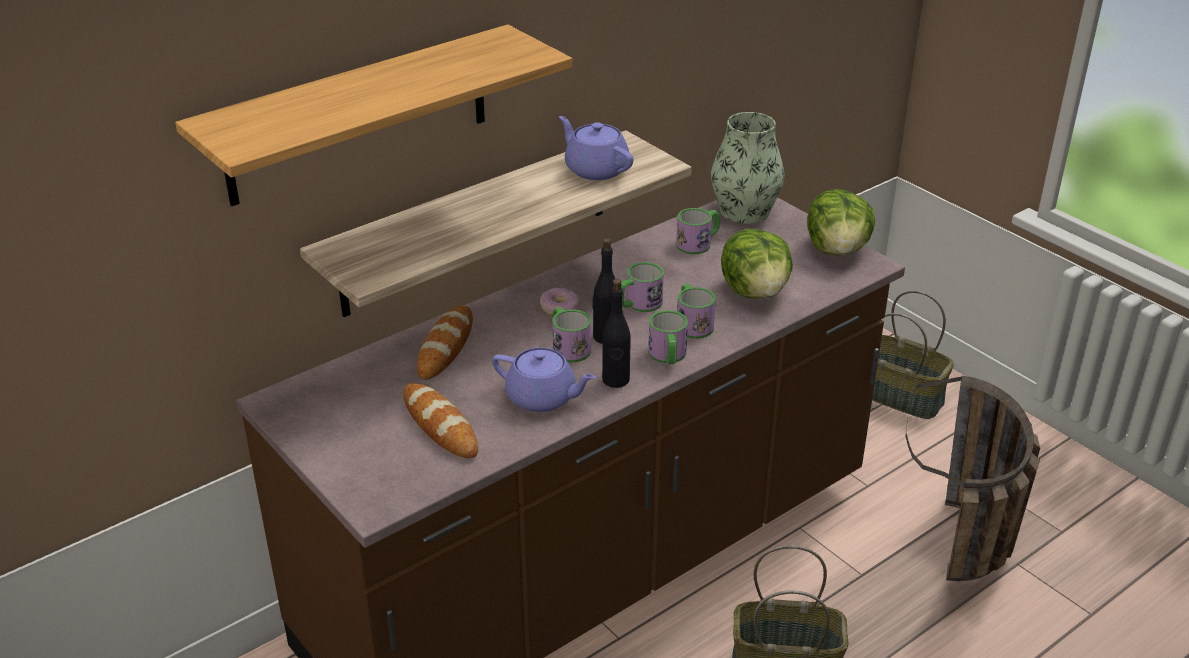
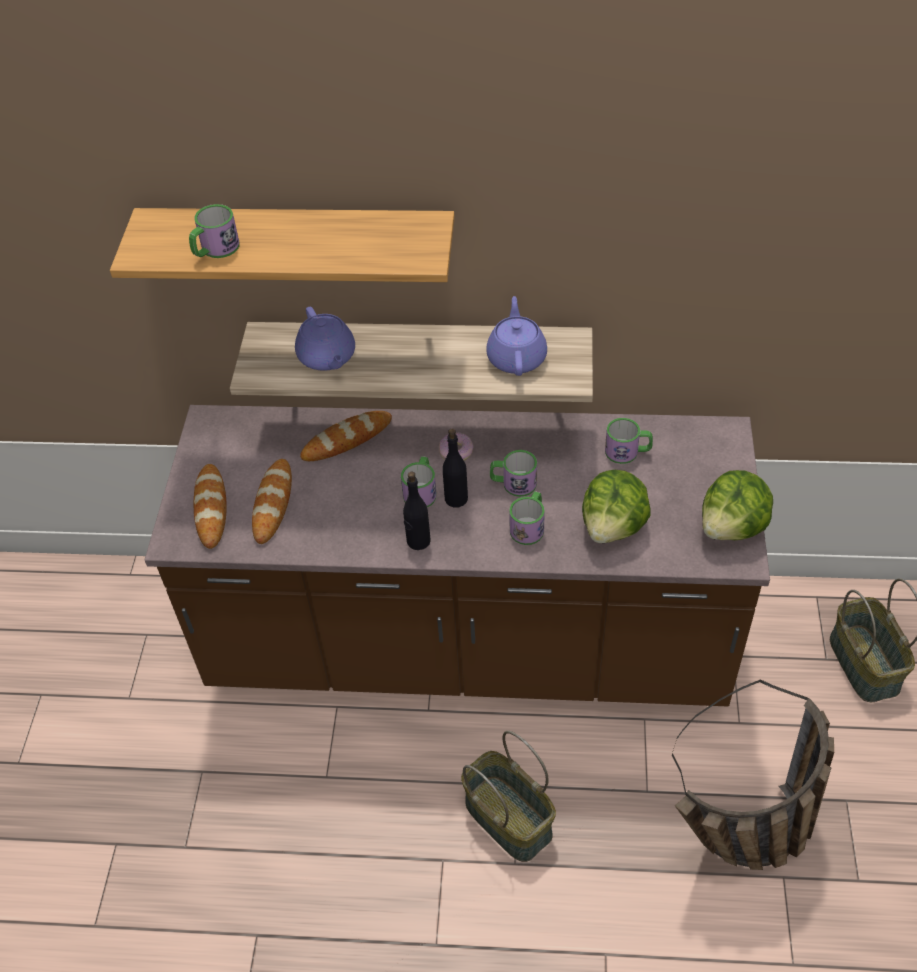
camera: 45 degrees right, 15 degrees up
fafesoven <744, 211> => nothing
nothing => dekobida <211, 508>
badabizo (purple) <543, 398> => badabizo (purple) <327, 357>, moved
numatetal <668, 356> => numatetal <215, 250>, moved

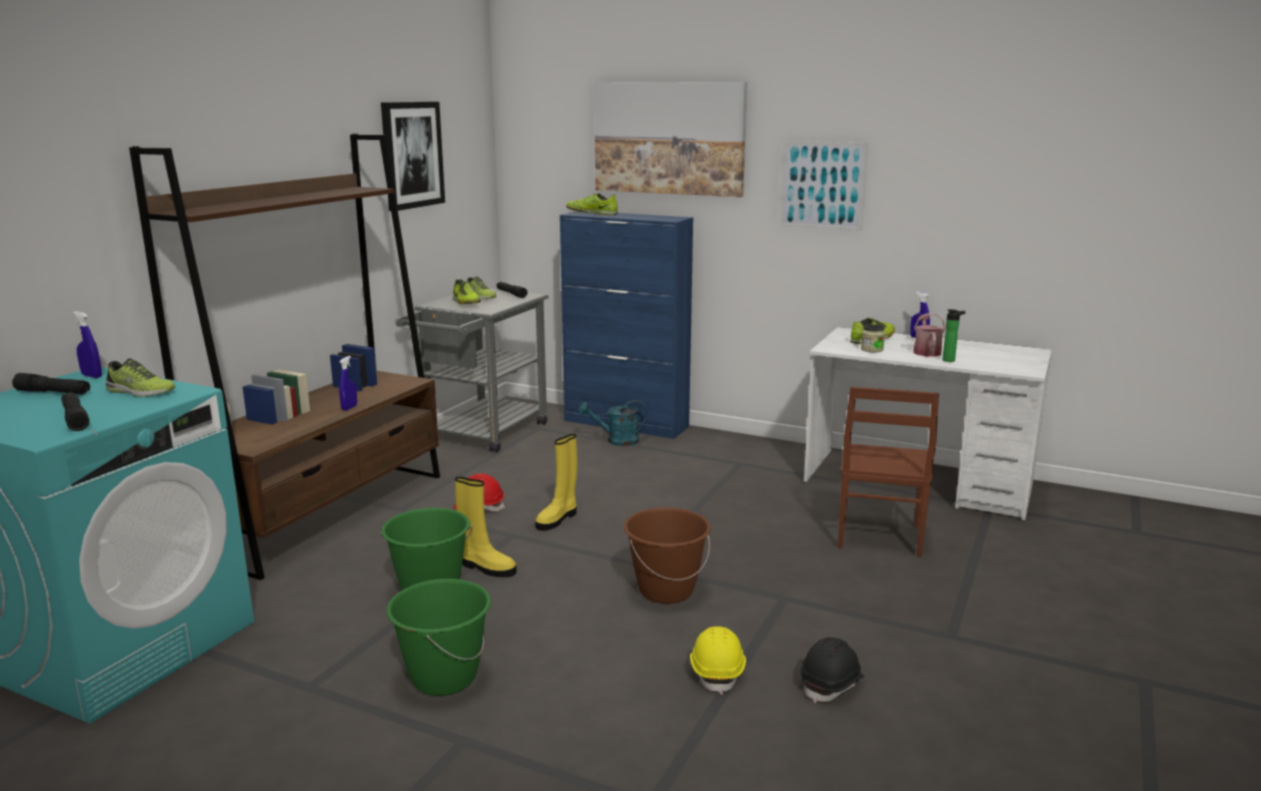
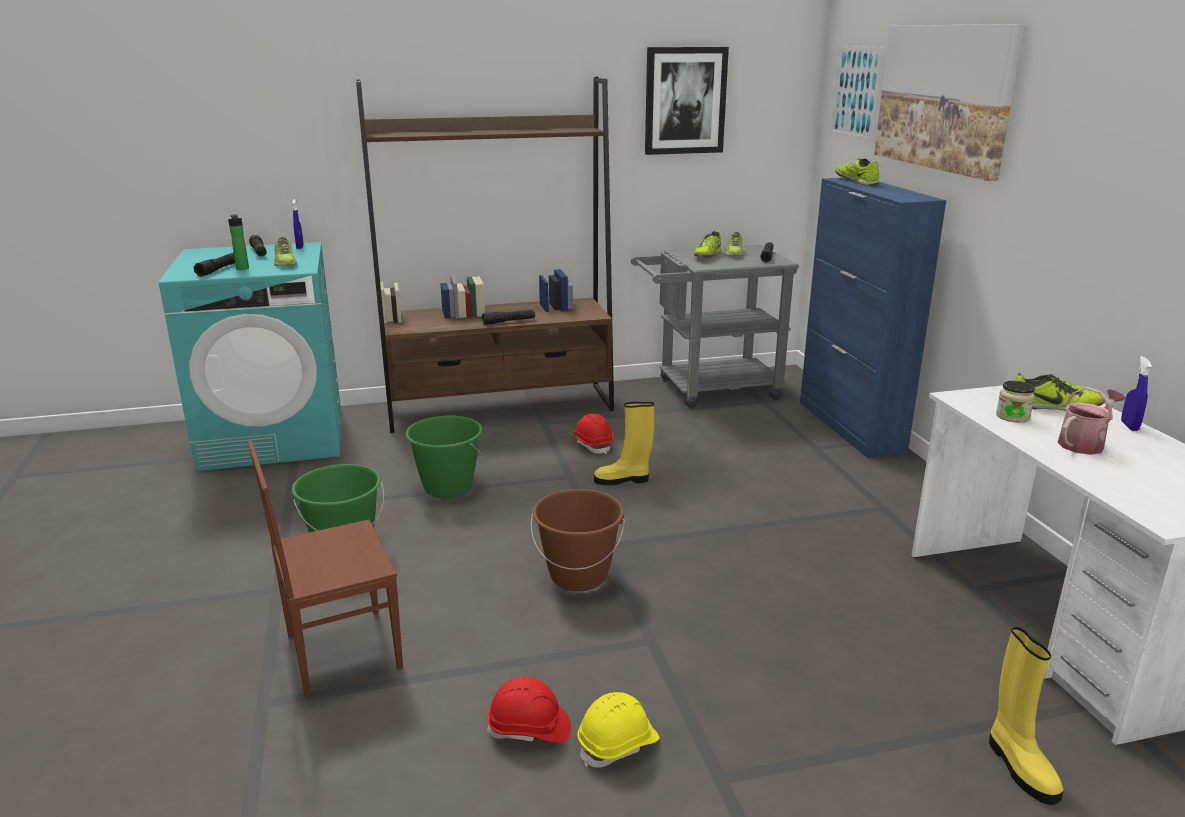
camera: 50 degrees right, 5 degrees up
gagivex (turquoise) <616, 441> => nothing
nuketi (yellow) <486, 568> => nuketi (yellow) <1019, 767>, moved
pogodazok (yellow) <717, 672> => pogodazok (yellow) <618, 744>, moved
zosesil <822, 185> => zosesil <856, 92>, moved
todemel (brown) <877, 537> => todemel (brown) <340, 650>, moved
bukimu <950, 360> => bukimu <242, 269>, moved
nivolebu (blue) <349, 408> => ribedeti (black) <508, 321>
pogodazok (black) <832, 684> => pogodazok (red) <529, 729>

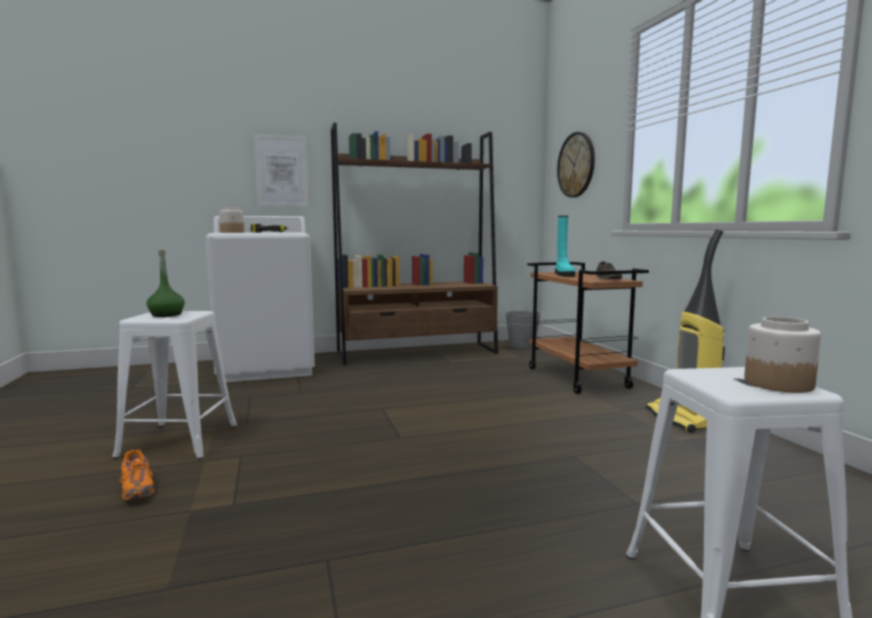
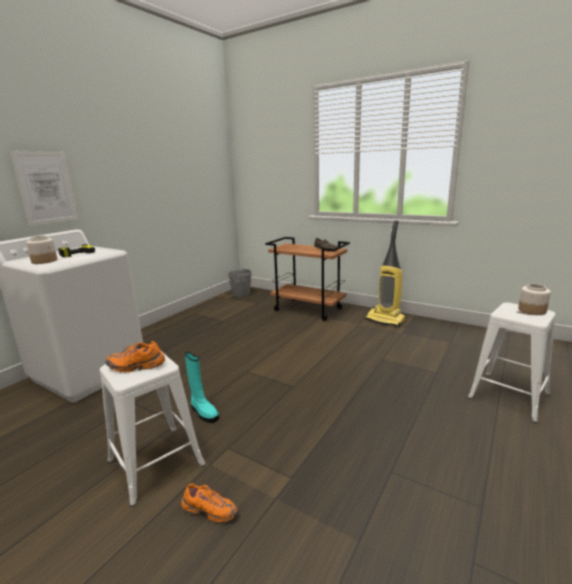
camera: 40 degrees left, 10 degrees up
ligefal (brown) <418, 353> => nothing
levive <576, 165> => nothing
nuketi (turquoise) <563, 275> => nuketi (turquoise) <203, 412>, moved
bukimu (green) <166, 315> => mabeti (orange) <136, 366>

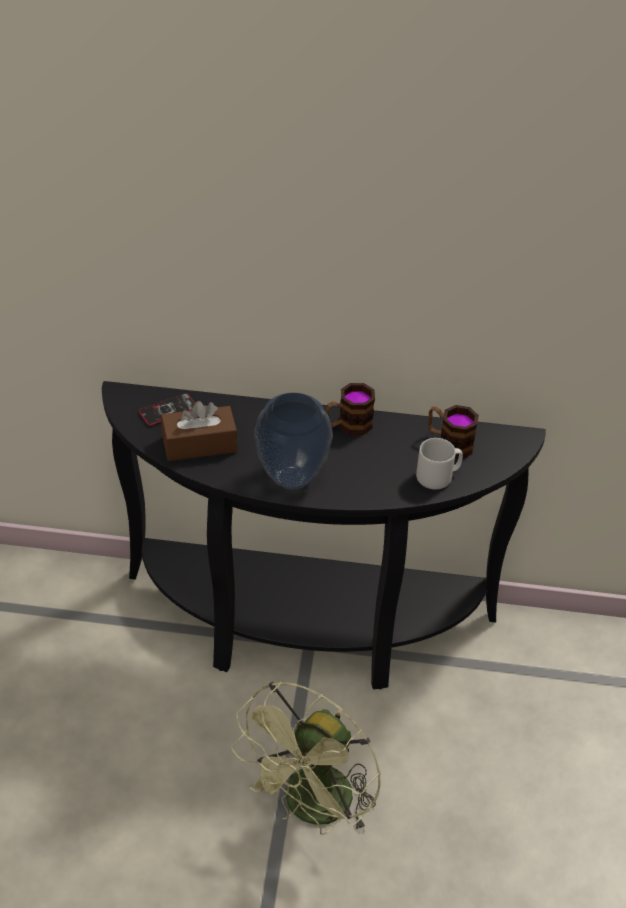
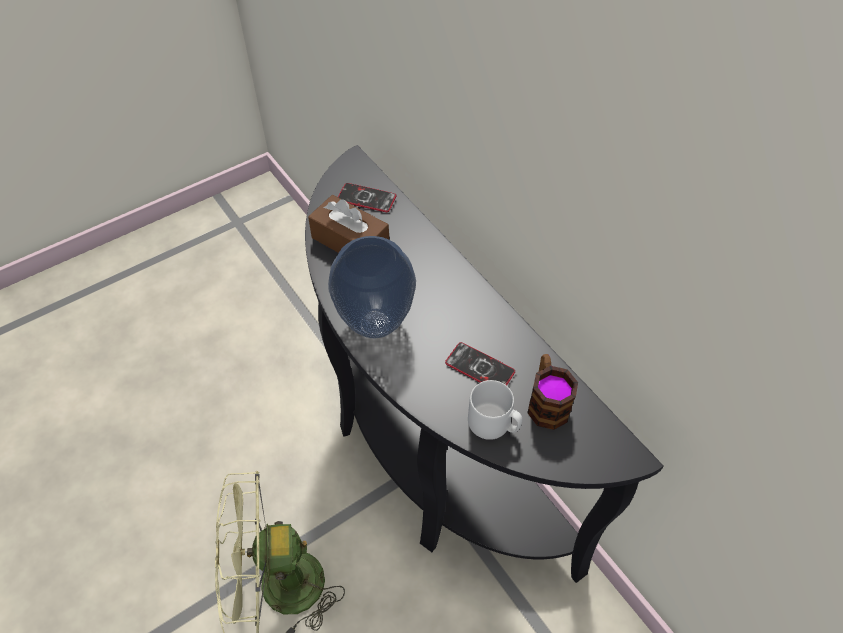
camera: 50 degrees right, 10 degrees up
numatetal <348, 425> => nothing
nothing => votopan <479, 368>

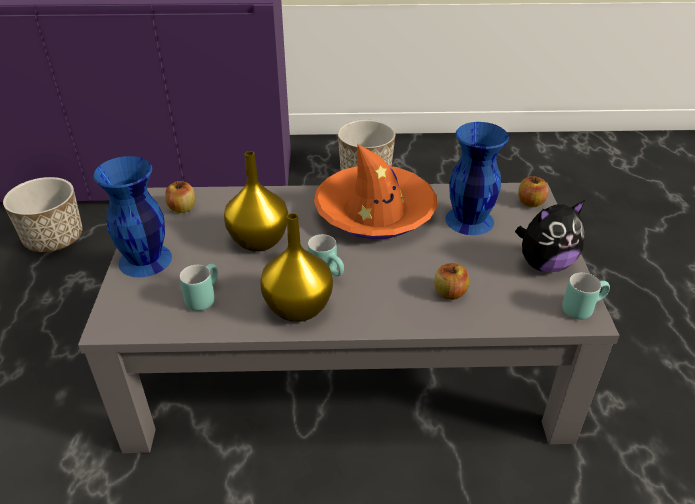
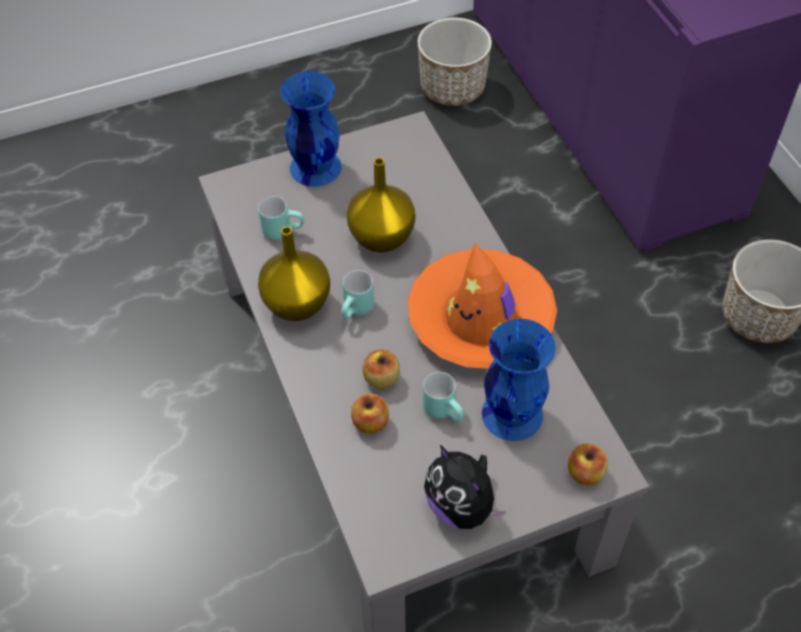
camera: 70 degrees right, 15 degrees up
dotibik <182, 208> => dotibik <381, 379>, moved
numatetal (turquoise) <581, 307> => numatetal (turquoise) <445, 410>, moved

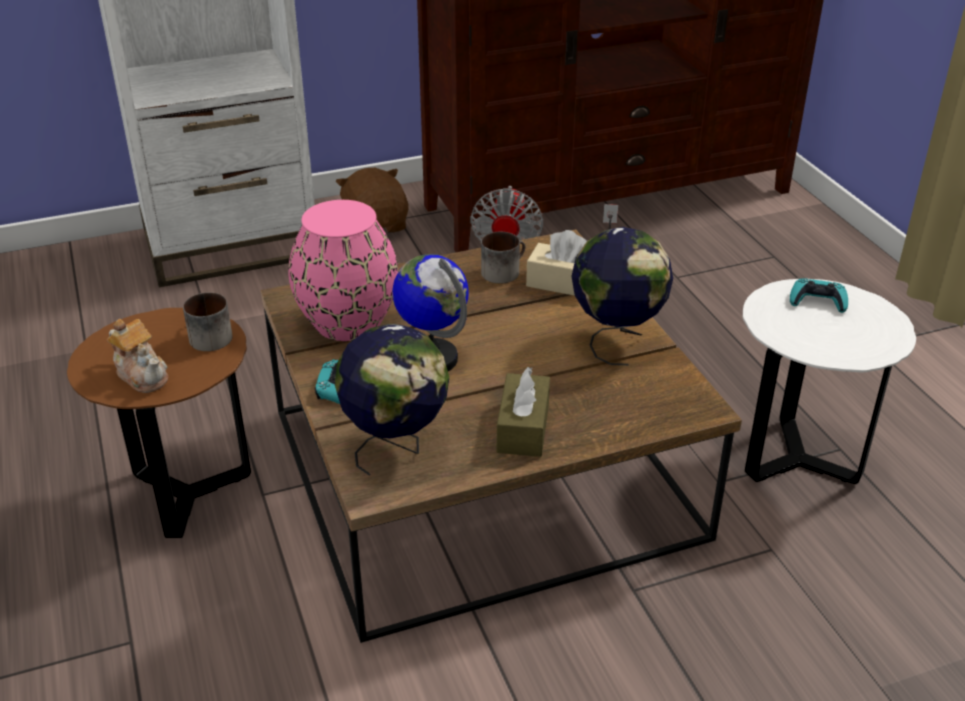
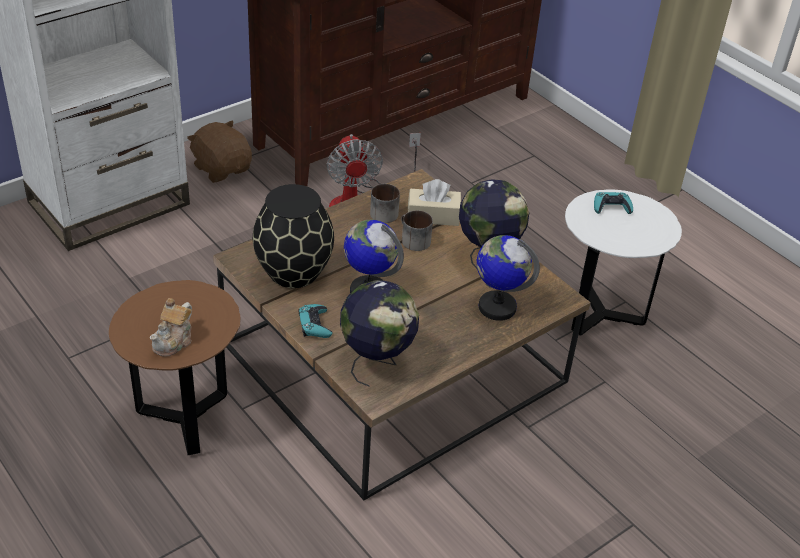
camera: 20 degrees left, 5 degrees up
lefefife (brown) <523, 428> => nothing
nothing => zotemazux <497, 307>
numatetal <208, 336> => numatetal <412, 240>, moved
fafesoven (pink) <346, 322> => fafesoven (black) <292, 271>
badabizo <142, 375> => badabizo <174, 341>, 90 degrees clockwise

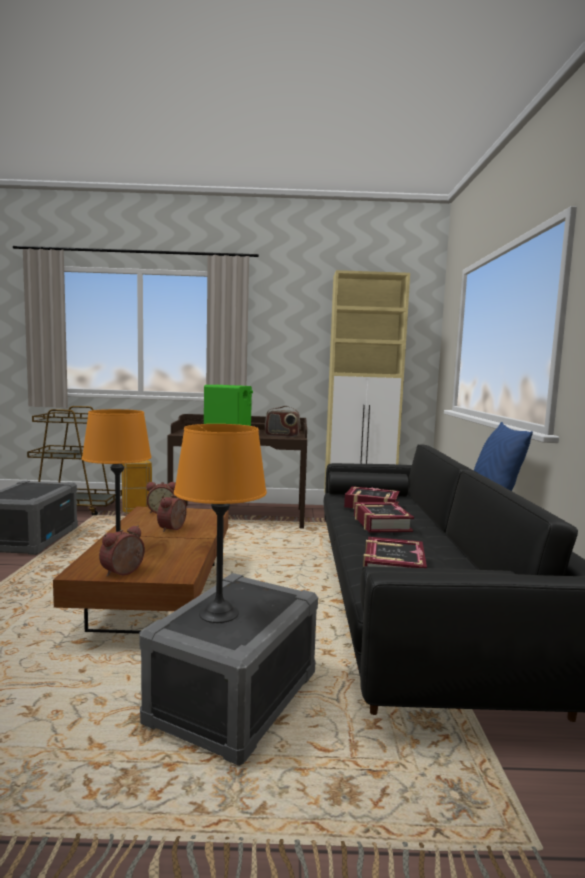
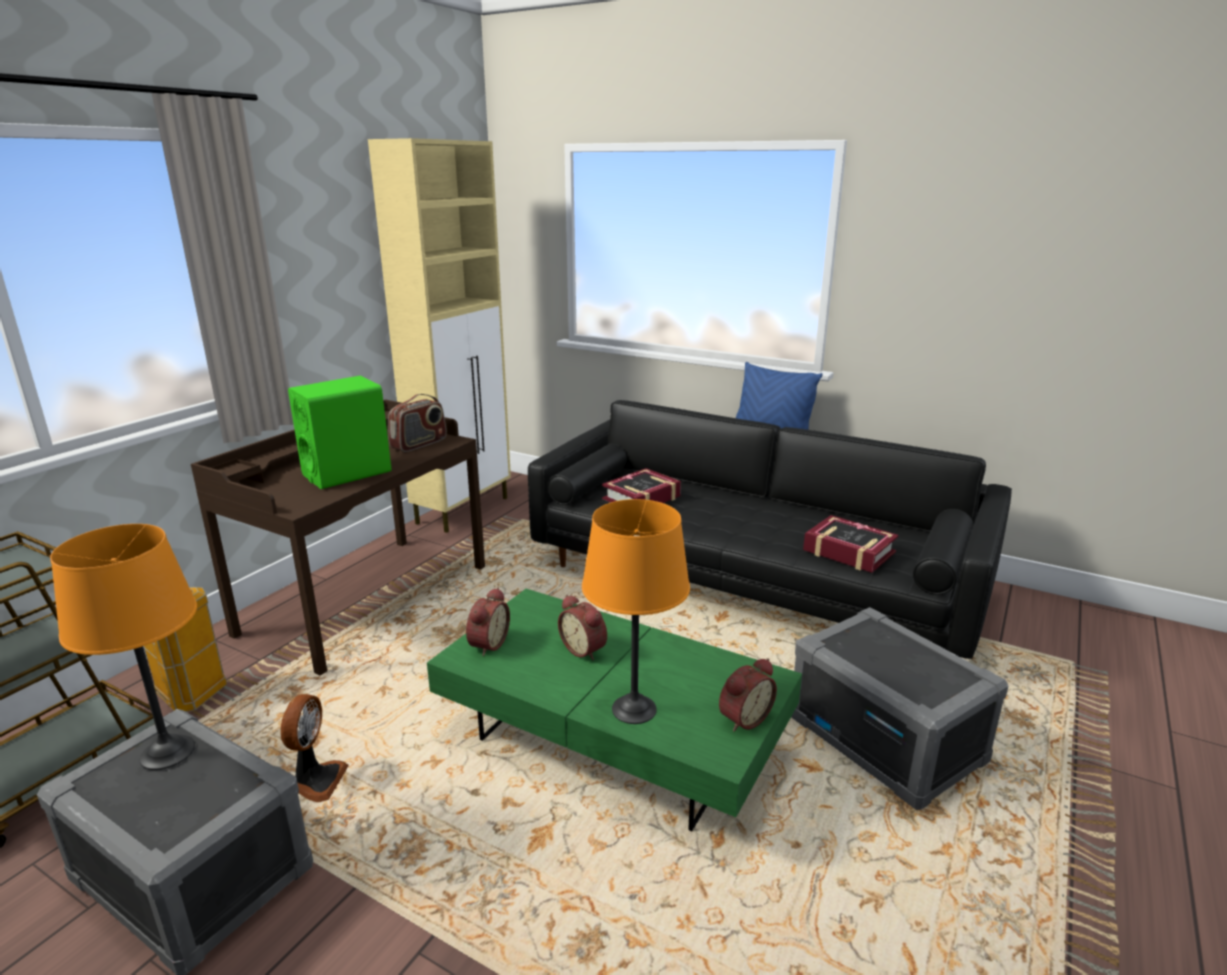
camera: 60 degrees left, 15 degrees up
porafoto <381, 523> => nothing
nothing => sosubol <316, 781>
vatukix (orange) <218, 613> => vatukix (orange) <167, 753>, moved
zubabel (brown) <160, 594> => zubabel (green) <613, 741>
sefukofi <124, 572> => sefukofi <743, 718>, 105 degrees counterclockwise

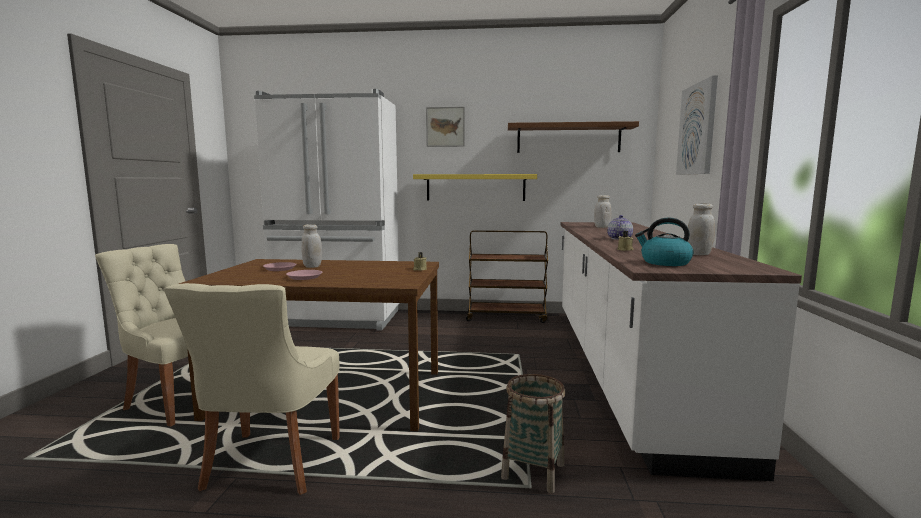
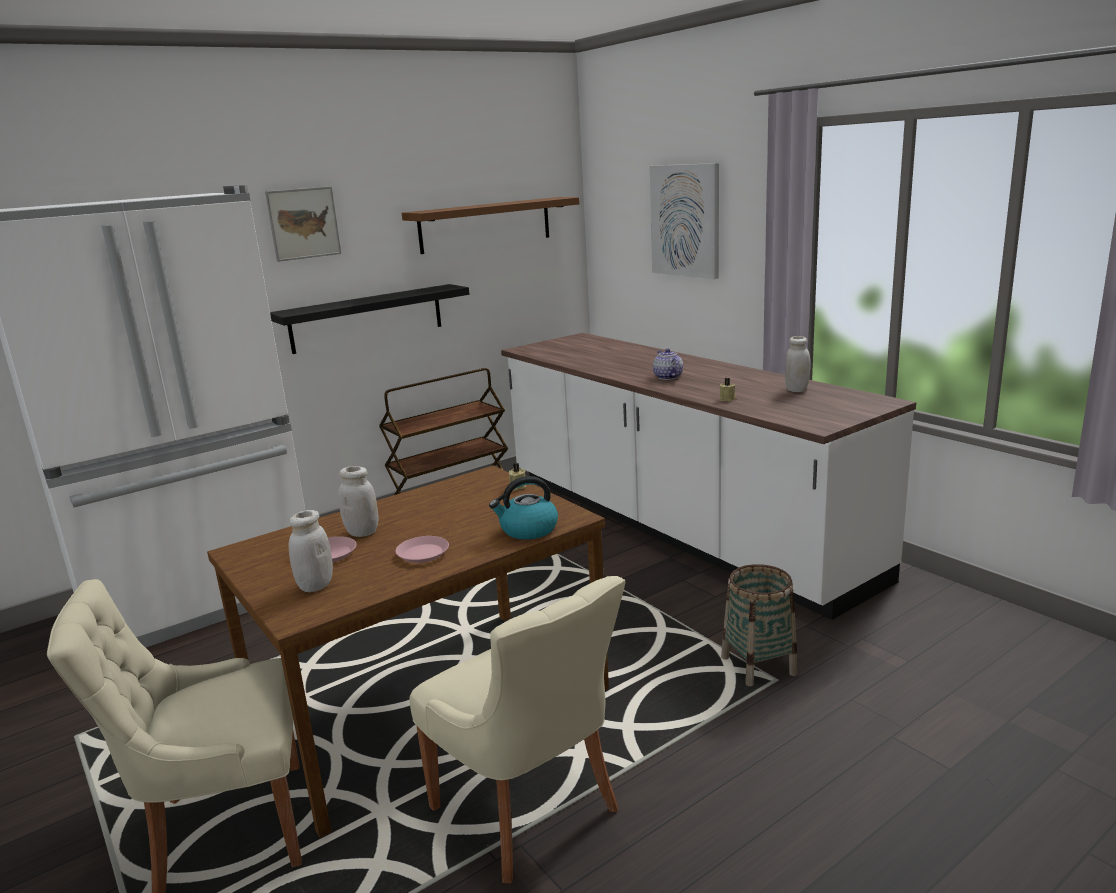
camera: 40 degrees left, 10 degrees up
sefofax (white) <602, 227> => sefofax (white) <315, 585>, moved
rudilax <664, 262> => rudilax <528, 530>, moved
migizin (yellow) <475, 187> => migizin (black) <367, 318>

